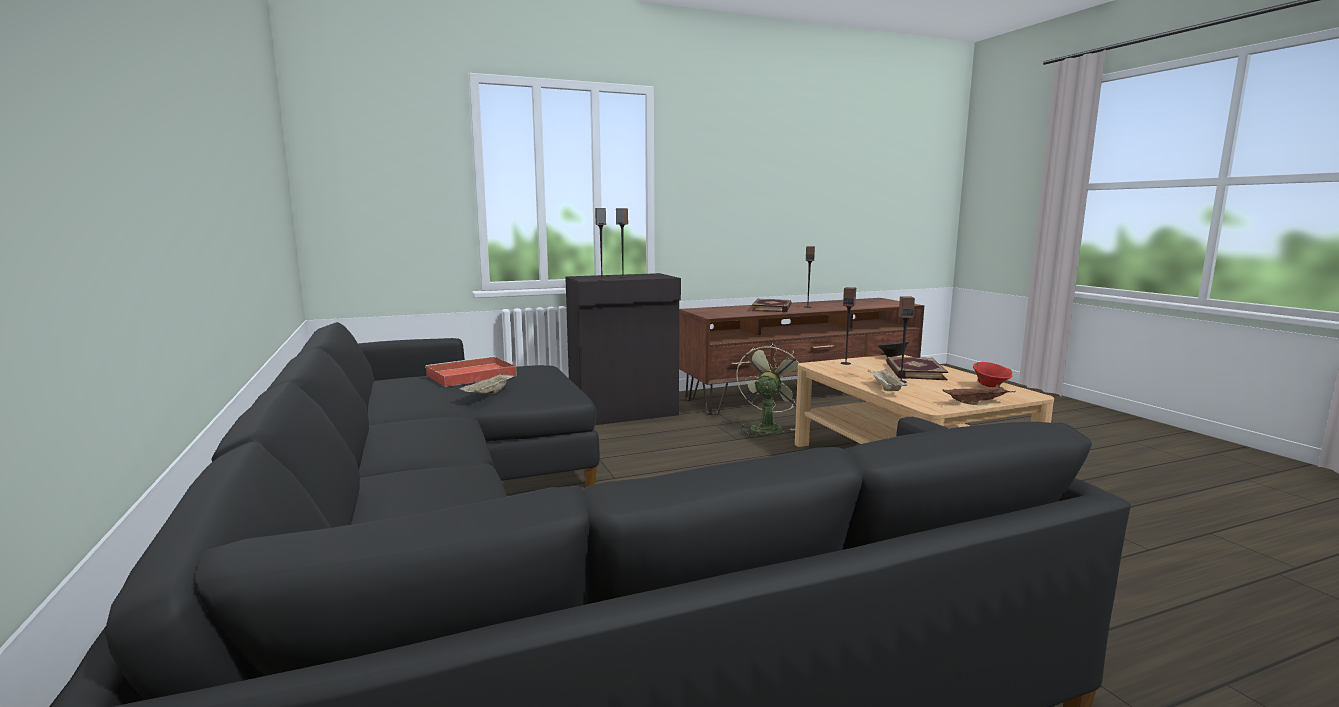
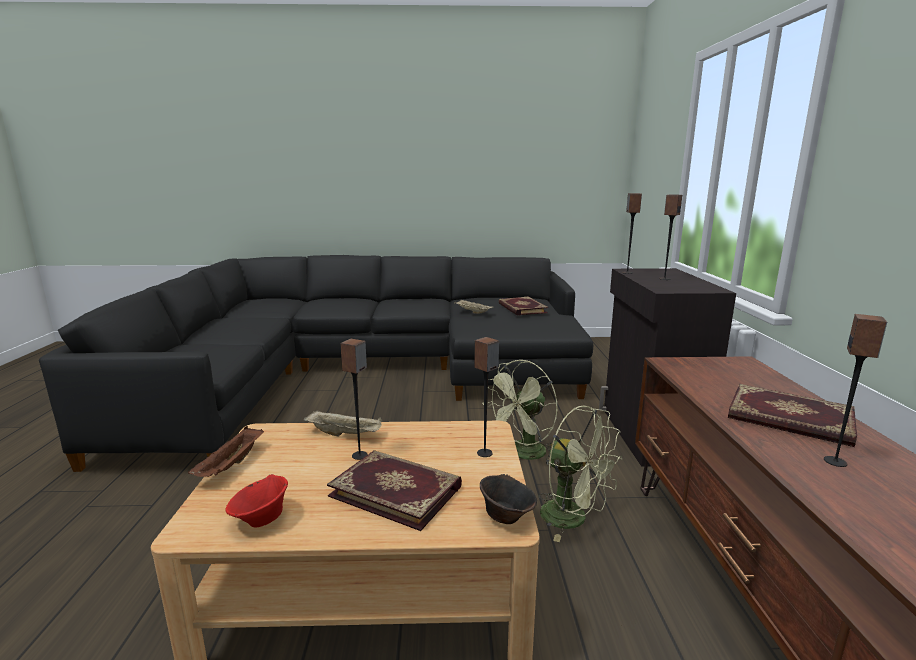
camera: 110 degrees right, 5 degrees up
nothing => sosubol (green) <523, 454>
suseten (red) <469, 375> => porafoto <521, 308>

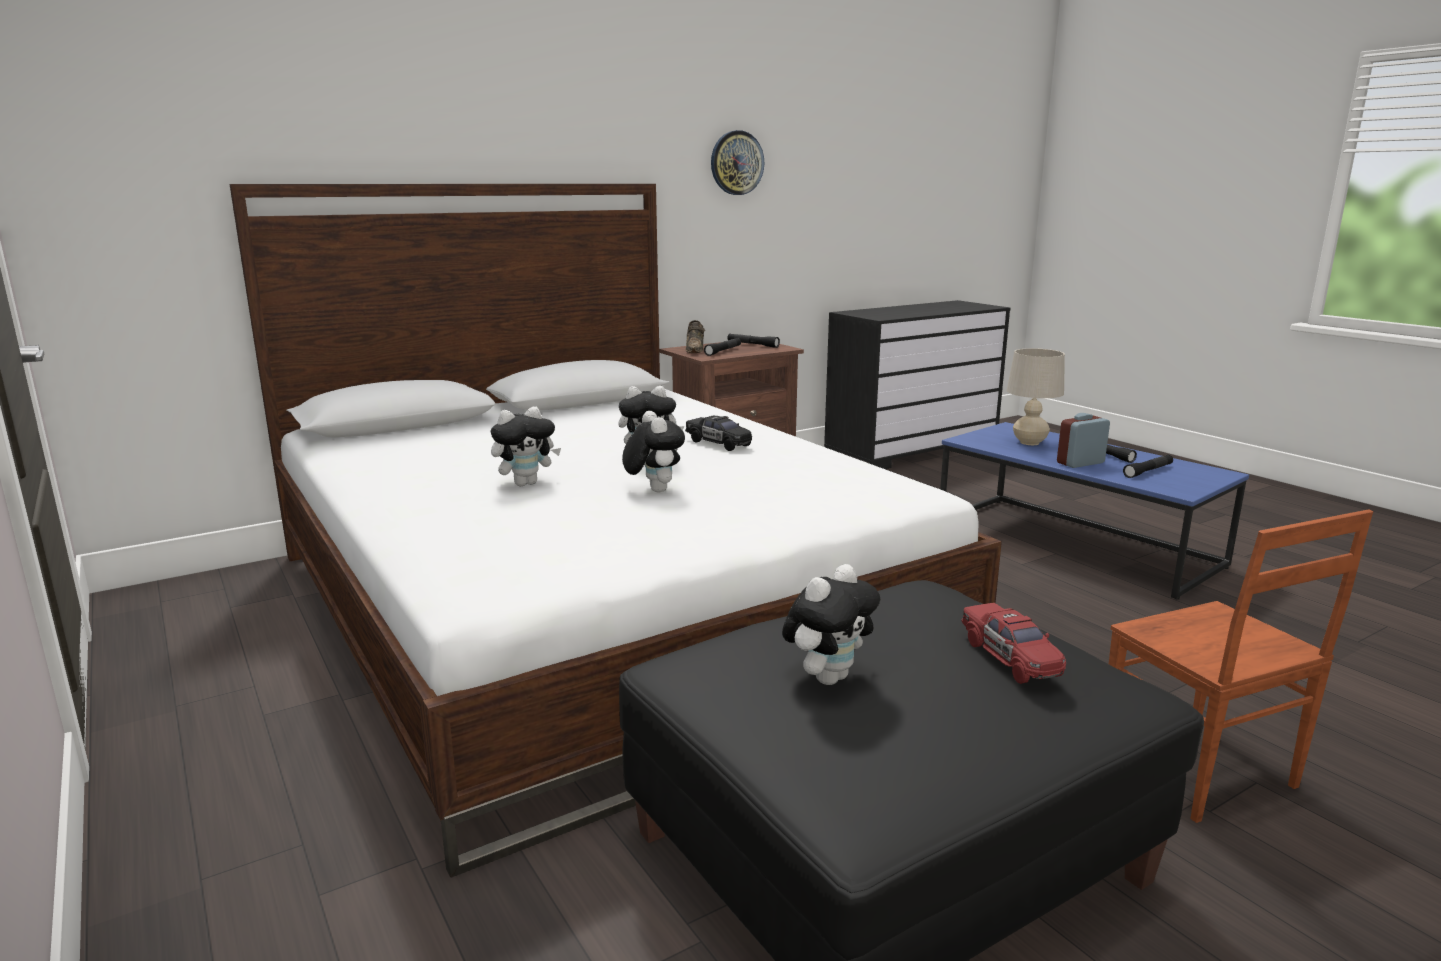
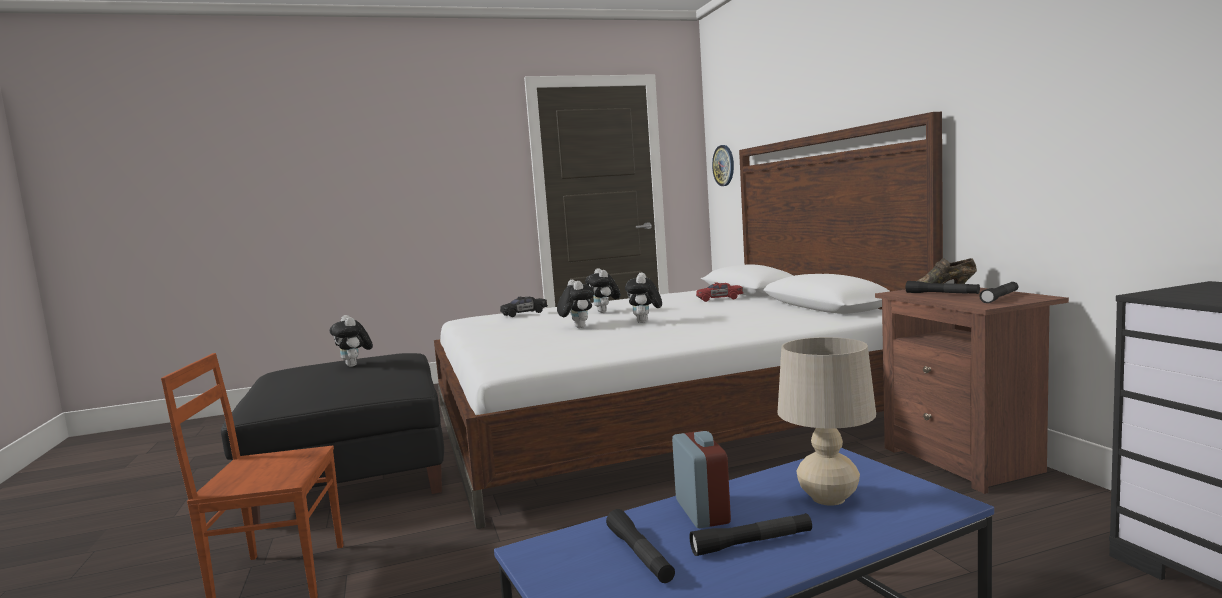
camera: 105 degrees right, 10 degrees down
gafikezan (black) <719, 443> => gafikezan (black) <524, 313>, moved
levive <736, 163> => levive <724, 165>, moved
gafikezan (red) <1010, 658> => gafikezan (red) <719, 299>, moved
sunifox <653, 490> => sunifox <577, 328>, 105 degrees counterclockwise

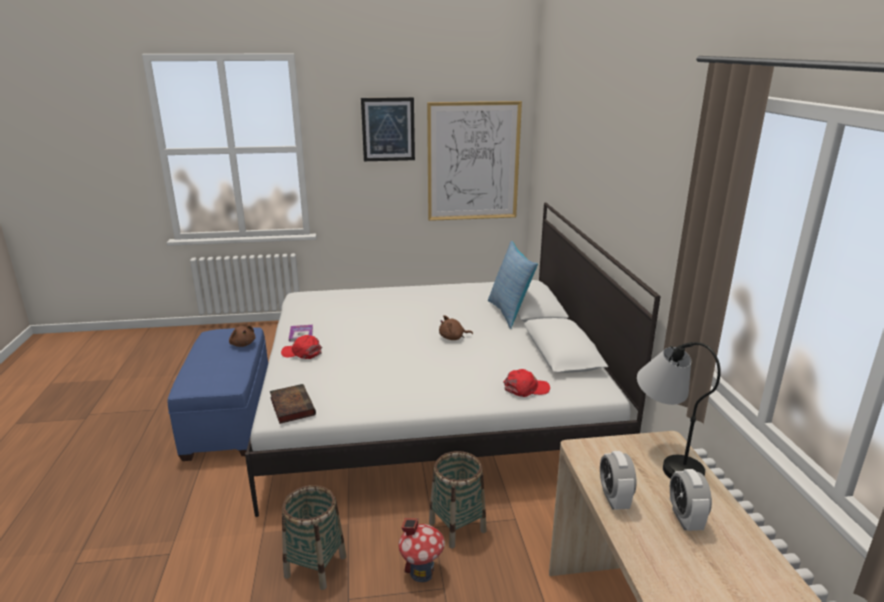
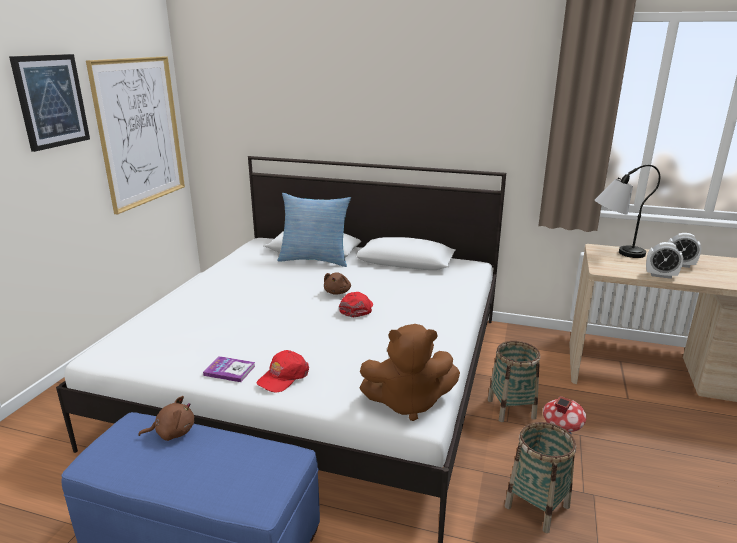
camera: 65 degrees left, 0 degrees up
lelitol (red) <526, 388> => lelitol (red) <357, 309>, moved
porafoto <291, 406> => sunifox (brown) <408, 402>

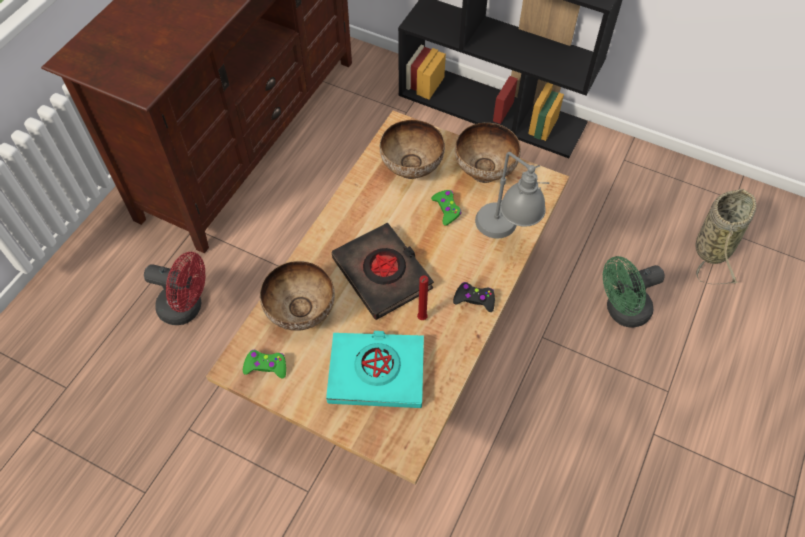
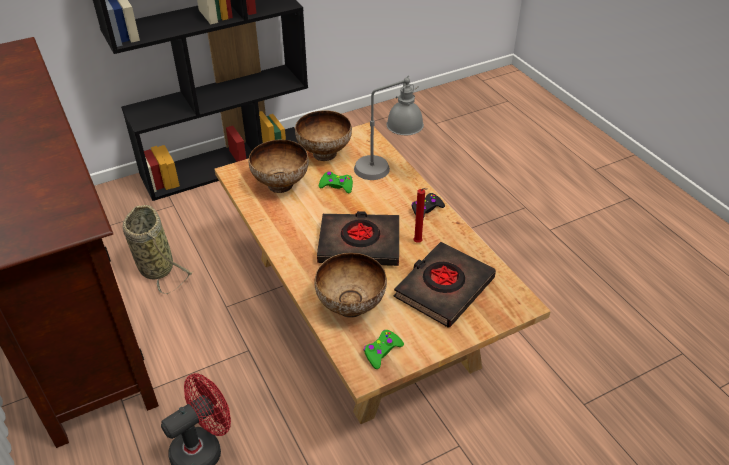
camera: 55 degrees left, 15 degrees down
sosubol (green) <621, 311> => nothing
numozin <713, 246> => numozin <155, 266>, moved
porafoto (turquoise) <377, 372> => porafoto (black) <443, 288>

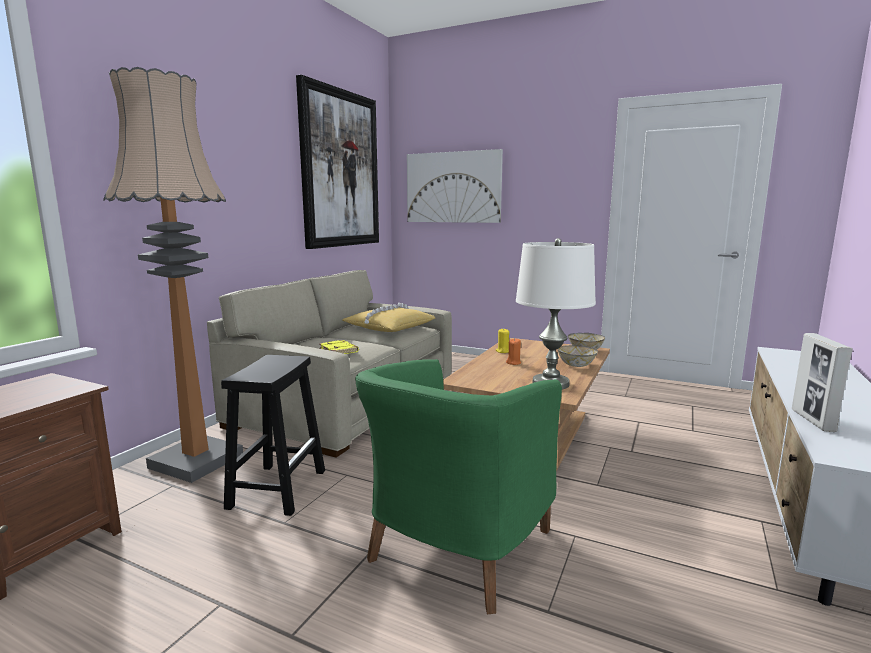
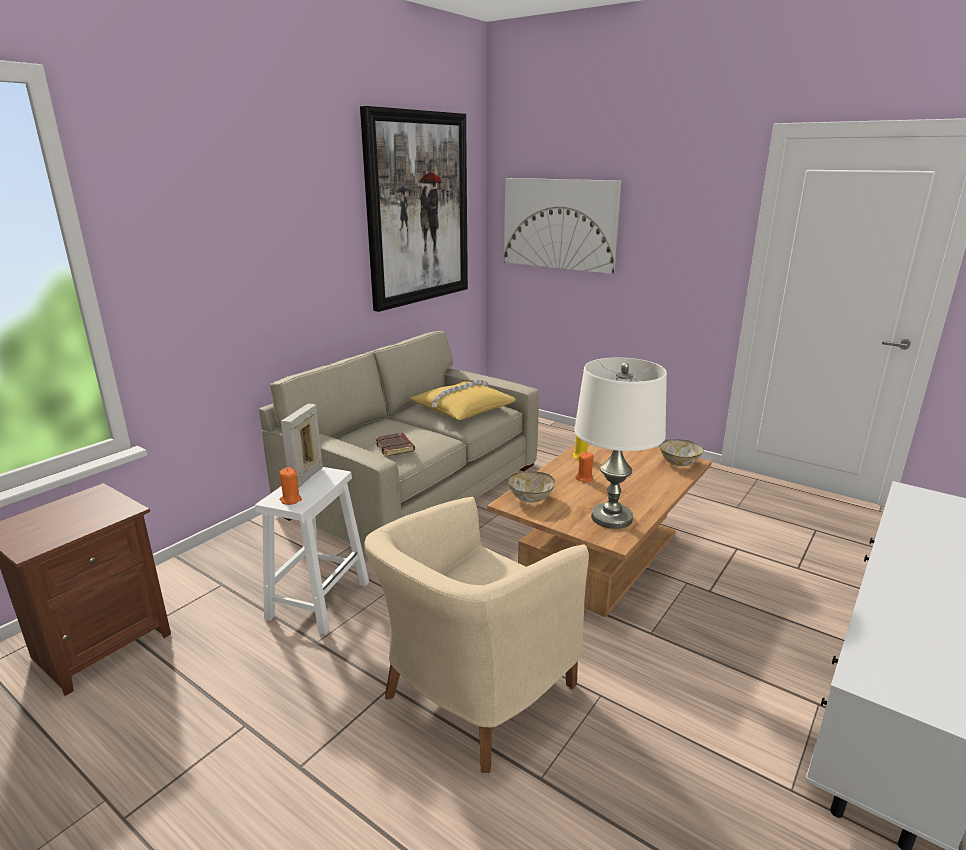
camera: 10 degrees right, 10 degrees up
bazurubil <196, 461> => nothing
nothing => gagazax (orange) <291, 500>
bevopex <577, 365> => bevopex <531, 498>, moved
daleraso <813, 420> => daleraso <306, 477>, moved
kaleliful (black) <278, 488> => kaleliful (white) <319, 599>
porafoto (yellow) <339, 351> => porafoto (brown) <395, 447>
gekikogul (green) <456, 549> => gekikogul (beige) <474, 695>

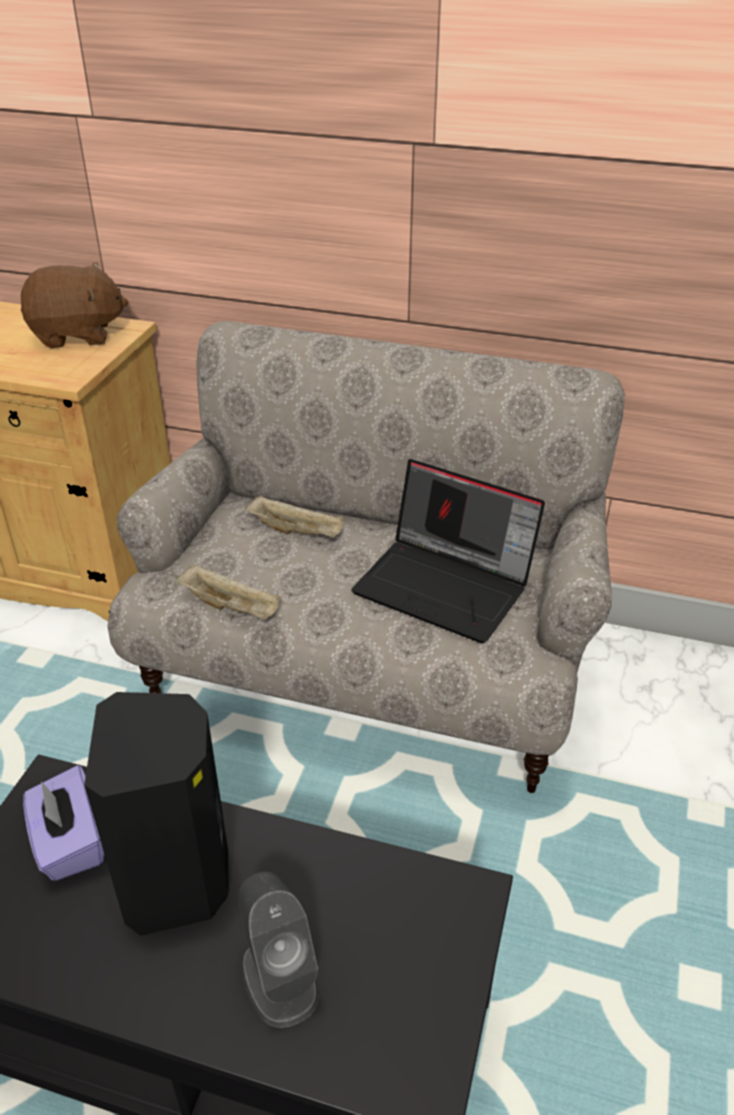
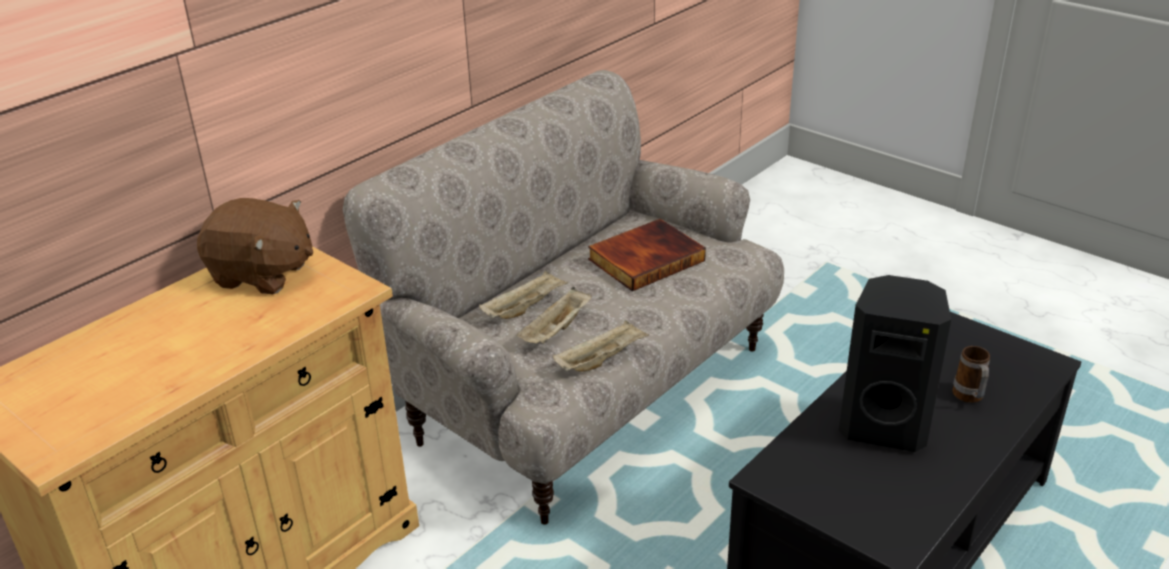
camera: 65 degrees left, 5 degrees down
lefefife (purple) <69, 843> => nothing
nothing => suseten (beige) <556, 331>
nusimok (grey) <279, 977> => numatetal <969, 398>
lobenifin <446, 586> => porafoto <645, 258>
sunifox (brown) <77, 335> => sunifox (brown) <262, 275>, 90 degrees clockwise

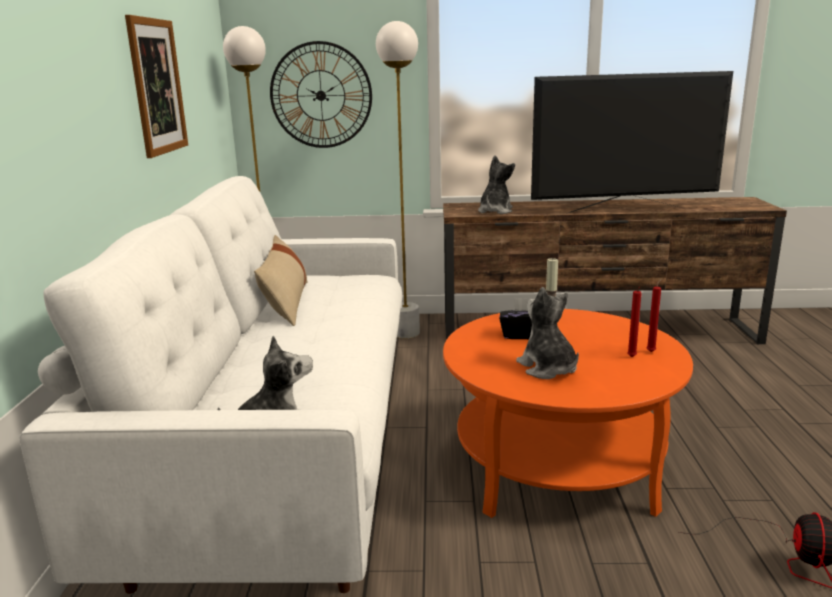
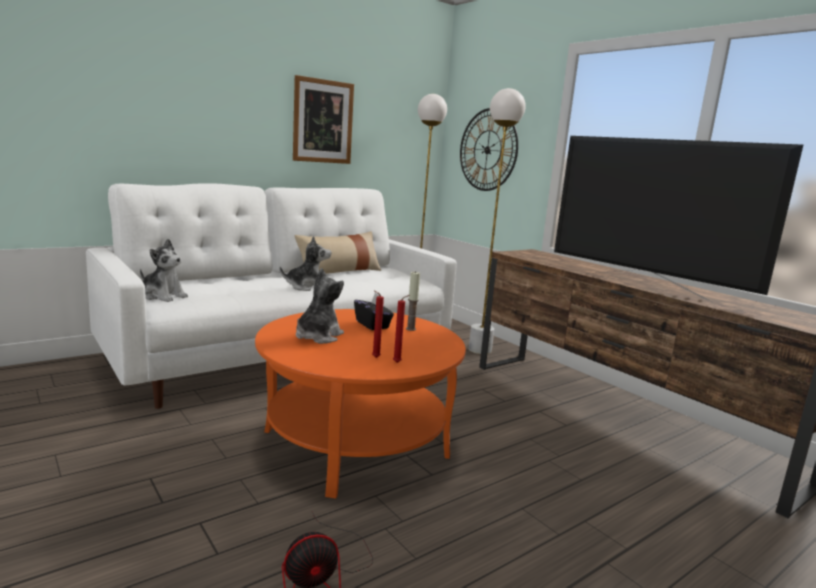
camera: 50 degrees right, 5 degrees down
sunifox <495, 211> => sunifox <306, 287>, moved

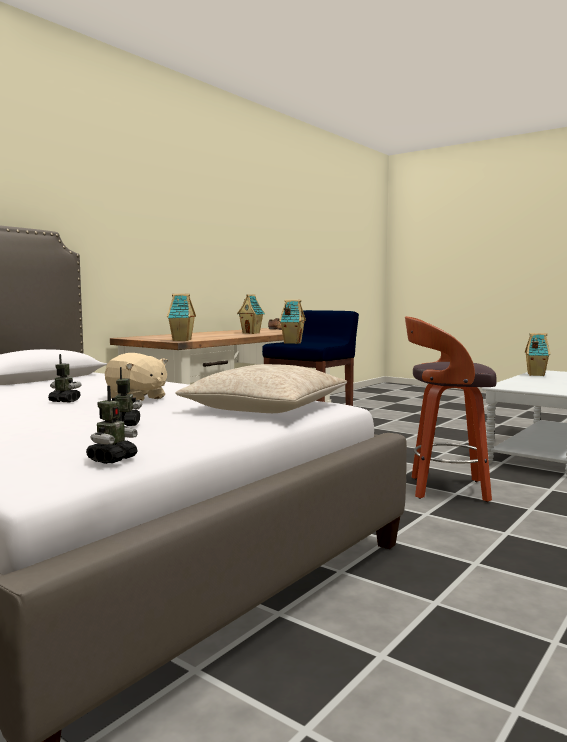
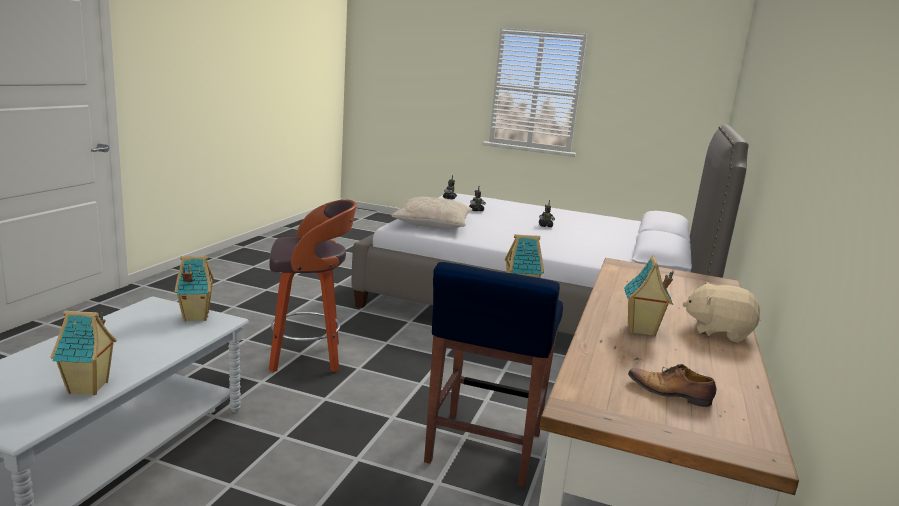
camera: 160 degrees right, 10 degrees up
sunifox (beige) <136, 398> => sunifox (beige) <718, 331>, moved
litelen <182, 340> => litelen <195, 316>, moved

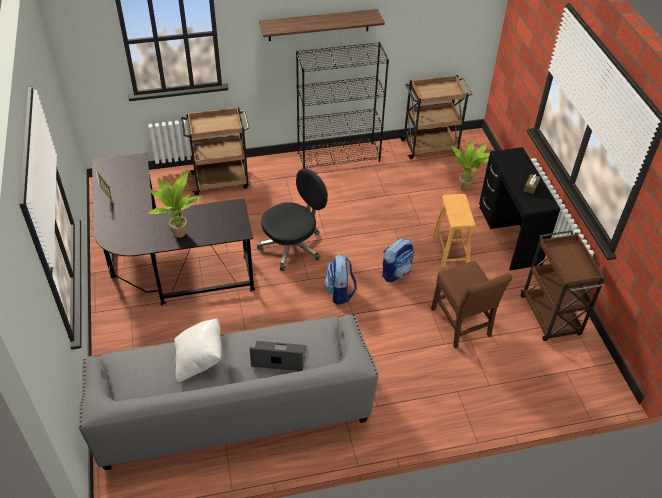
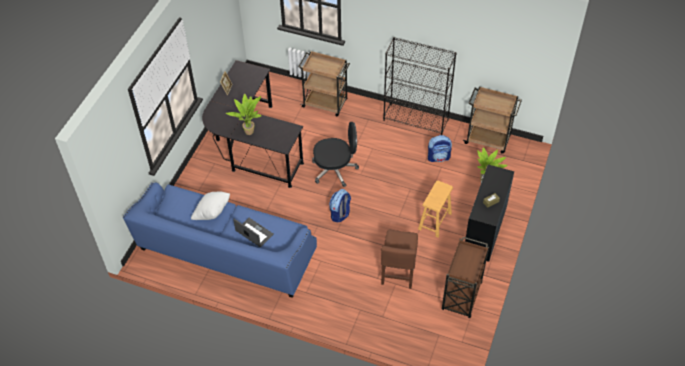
camera: 35 degrees right, 5 degrees up
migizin <319, 25> => nothing
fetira <396, 272> => fetira <438, 157>, moved
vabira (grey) <233, 410> => vabira (blue) <226, 252>

